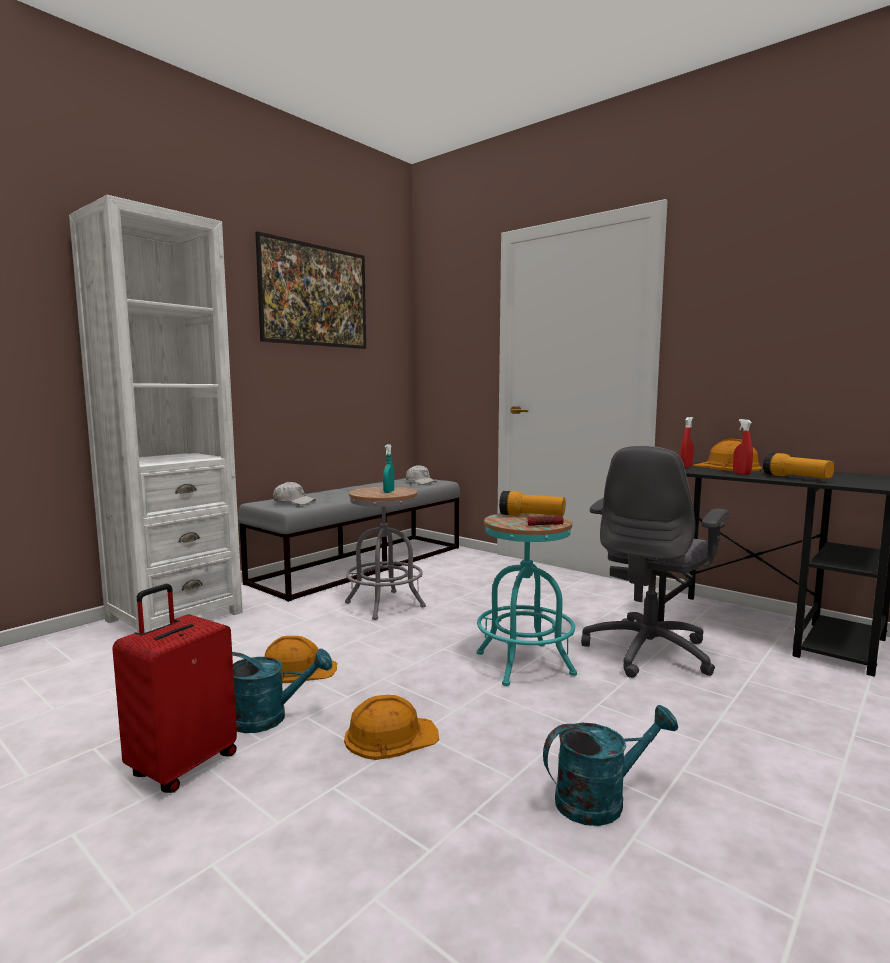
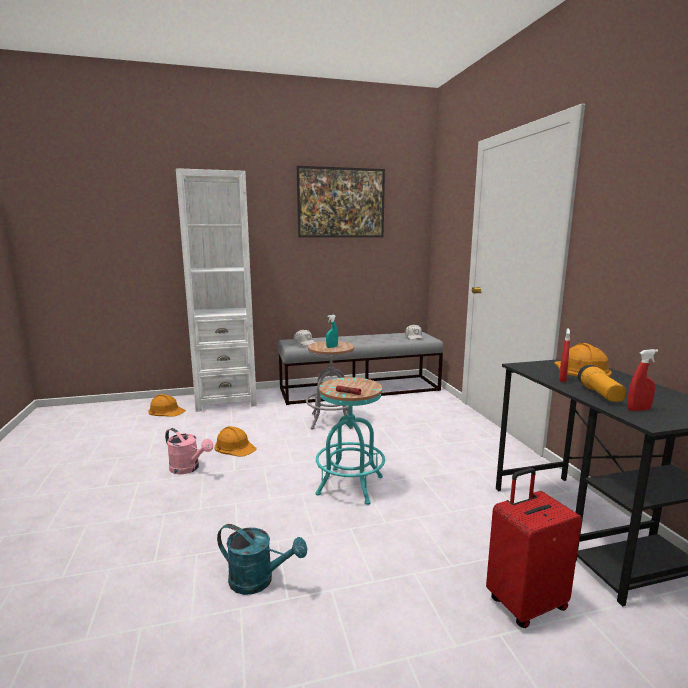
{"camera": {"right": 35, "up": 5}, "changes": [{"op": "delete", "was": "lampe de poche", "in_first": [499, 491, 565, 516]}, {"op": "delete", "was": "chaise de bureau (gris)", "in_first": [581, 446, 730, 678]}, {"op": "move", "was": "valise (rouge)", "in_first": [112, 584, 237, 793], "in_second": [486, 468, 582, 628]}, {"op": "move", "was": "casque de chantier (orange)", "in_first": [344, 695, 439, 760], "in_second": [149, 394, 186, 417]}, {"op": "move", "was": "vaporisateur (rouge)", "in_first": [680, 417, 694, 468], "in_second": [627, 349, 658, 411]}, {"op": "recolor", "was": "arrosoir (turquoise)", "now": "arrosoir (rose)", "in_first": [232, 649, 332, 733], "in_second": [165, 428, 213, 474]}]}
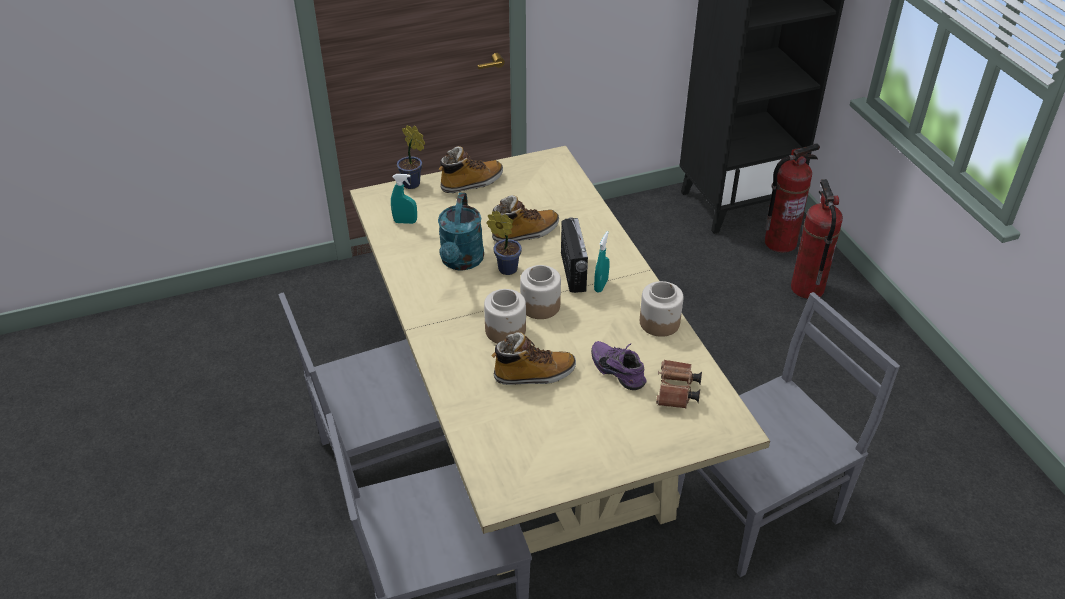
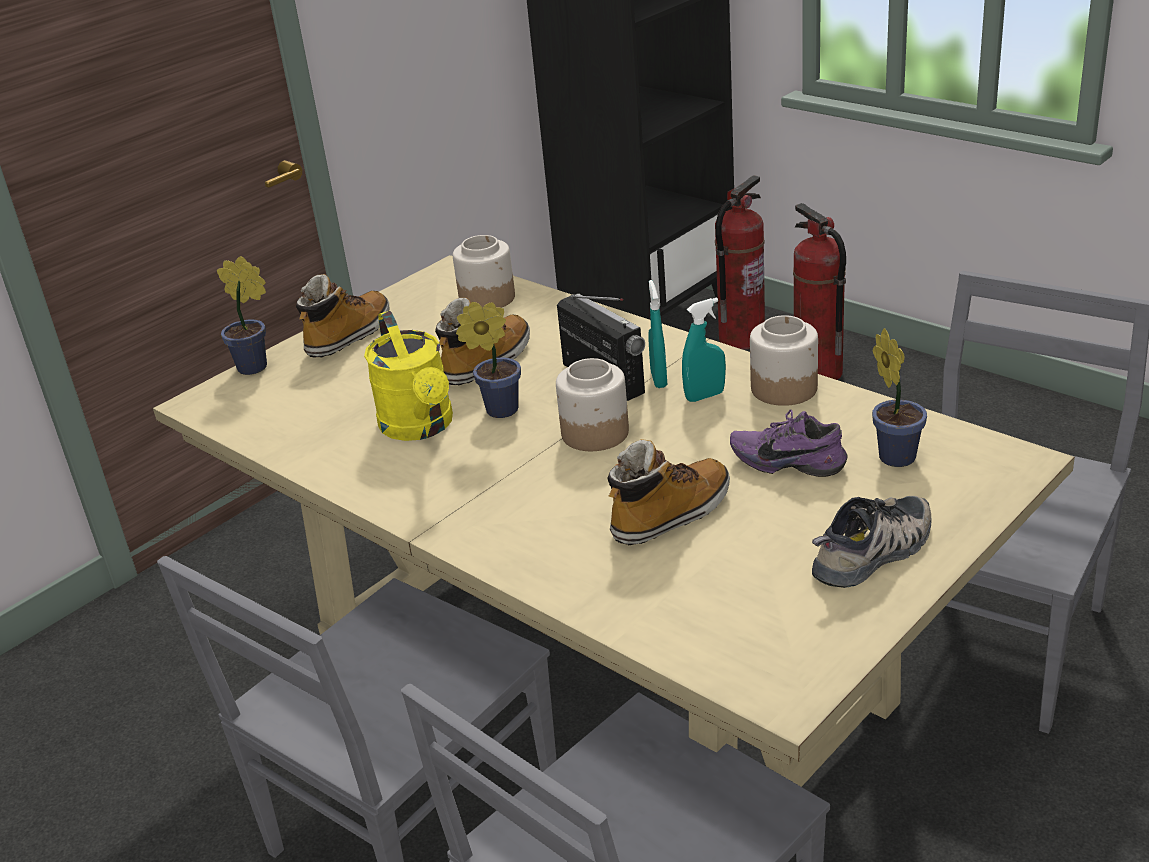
{"camera": {"right": -25, "up": -10}, "changes": [{"op": "insert", "now": "chaussure", "in_second": [812, 496, 932, 588]}, {"op": "move", "was": "vaporisateur (turquoise)", "in_first": [391, 174, 417, 224], "in_second": [682, 298, 726, 402]}, {"op": "move", "was": "bocal", "in_first": [484, 289, 526, 344], "in_second": [453, 235, 515, 308]}, {"op": "replace", "was": "jumelles (marron)", "now": "plante en pot", "in_first": [656, 360, 702, 408], "in_second": [872, 328, 927, 467]}, {"op": "recolor", "was": "arrosoir (turquoise)", "now": "arrosoir (jaune)", "in_first": [438, 193, 484, 270], "in_second": [364, 311, 453, 441]}]}
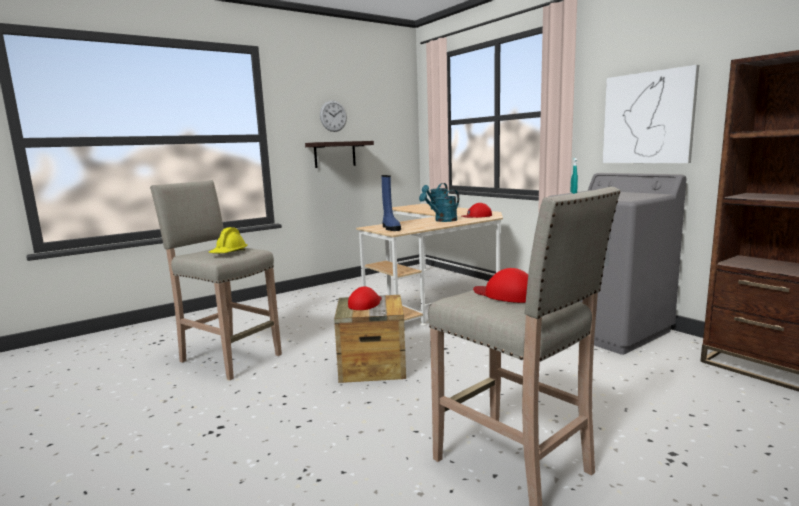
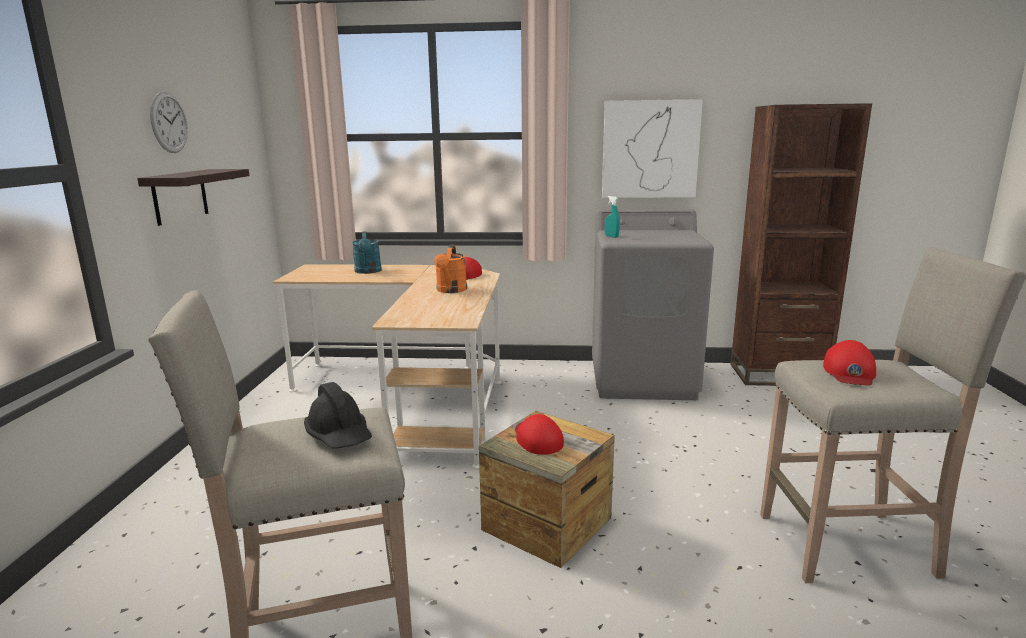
{"camera": {"right": -50, "up": 5}, "changes": [{"op": "delete", "was": "botte (bleu)", "in_first": [381, 175, 401, 231]}, {"op": "recolor", "was": "casque de chantier (jaune)", "now": "casque de chantier (noir)", "in_first": [209, 227, 248, 253], "in_second": [304, 382, 372, 449]}, {"op": "recolor", "was": "arrosoir (turquoise)", "now": "arrosoir (orange)", "in_first": [419, 190, 459, 222], "in_second": [434, 244, 467, 293]}, {"op": "rotate", "was": "casquette (rouge)", "in_first": [473, 268, 528, 303], "in_second": [823, 340, 876, 385], "clockwise": -60}]}
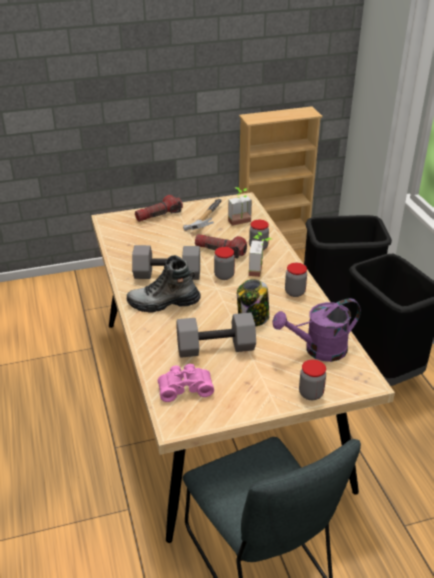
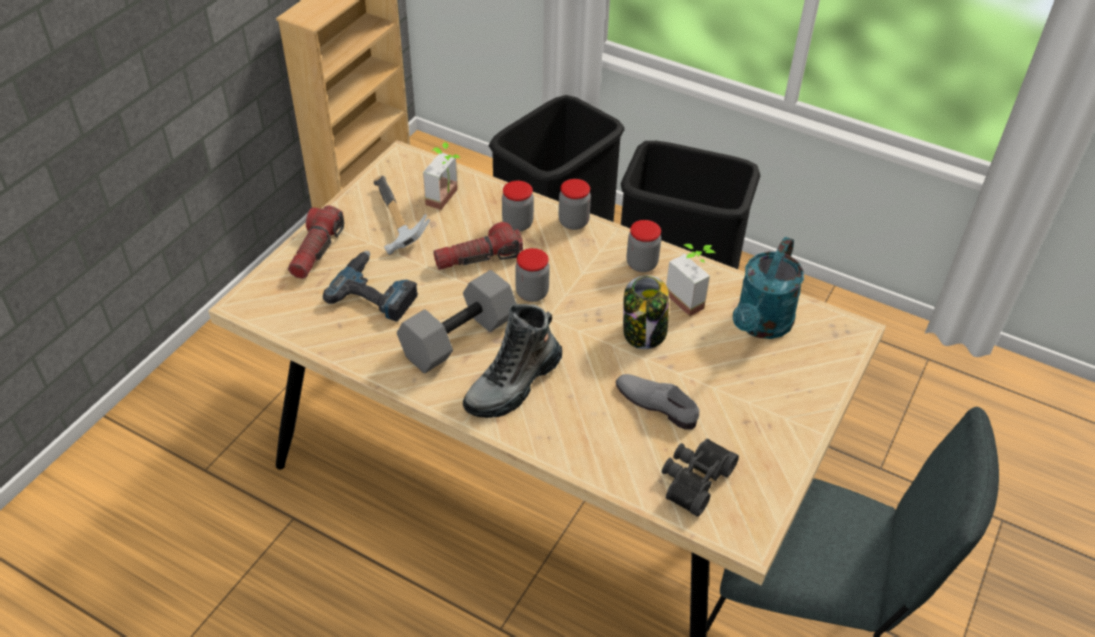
{"camera": {"right": -45, "up": 10}, "changes": [{"op": "insert", "now": "perceuse", "in_second": [323, 251, 418, 322]}, {"op": "move", "was": "plante en pot", "in_first": [249, 232, 272, 277], "in_second": [666, 244, 715, 316]}, {"op": "move", "was": "bocal", "in_first": [299, 359, 326, 400], "in_second": [558, 179, 591, 230]}, {"op": "replace", "was": "haltère (gris)", "now": "chaussure (gris)", "in_first": [176, 312, 256, 358], "in_second": [616, 374, 699, 429]}, {"op": "recolor", "was": "jumelles (rose)", "now": "jumelles (noir)", "in_first": [158, 364, 214, 402], "in_second": [662, 438, 739, 517]}, {"op": "recolor", "was": "arrosoir (violet)", "now": "arrosoir (turquoise)", "in_first": [272, 298, 361, 362], "in_second": [733, 237, 804, 339]}]}
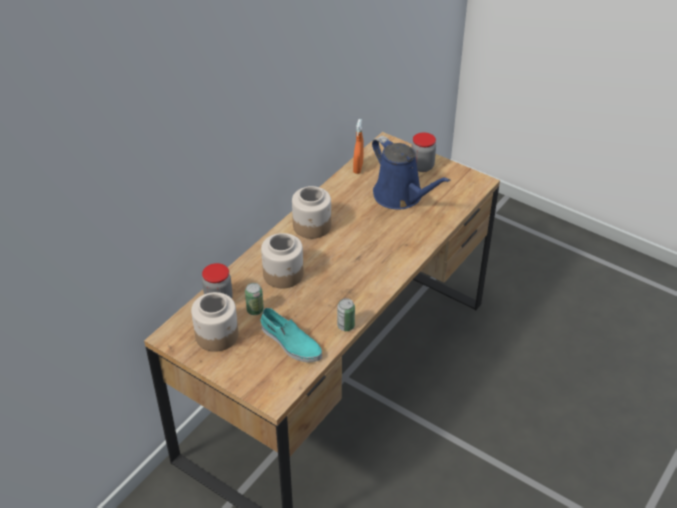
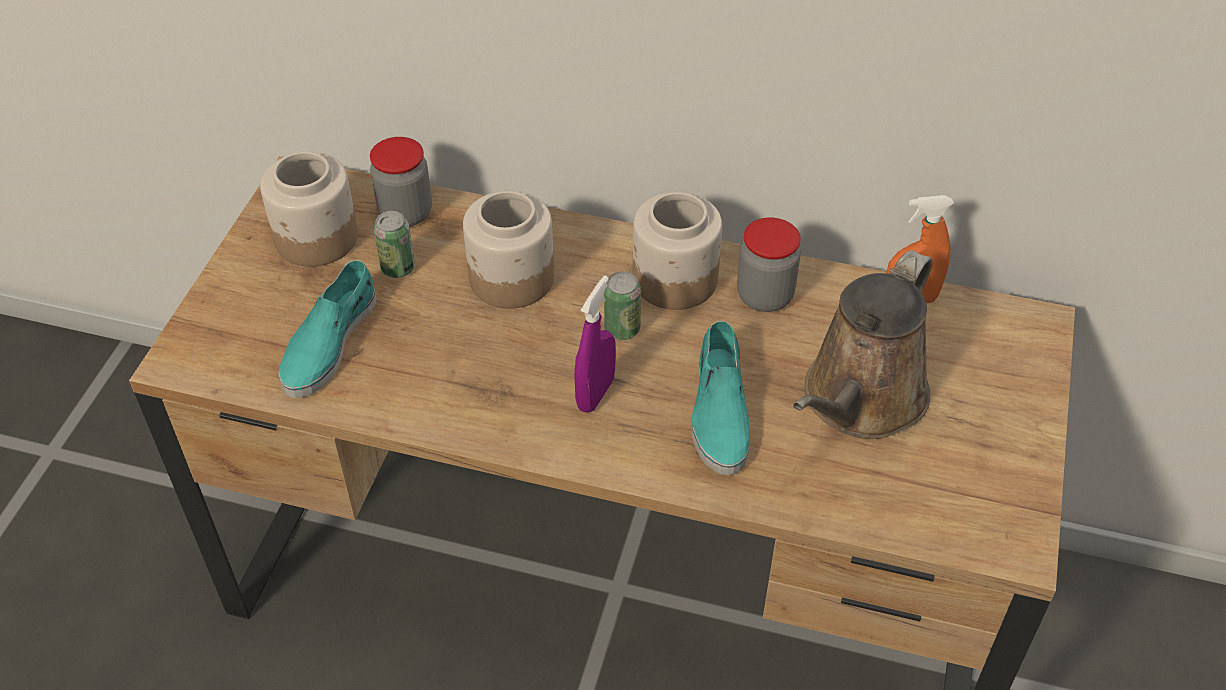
{"camera": {"right": 70, "up": 5}, "changes": [{"op": "insert", "now": "vaporisateur (violet)", "in_second": [574, 276, 616, 413]}, {"op": "insert", "now": "chaussure (turquoise)", "in_second": [691, 321, 750, 475]}, {"op": "move", "was": "boîte métallique", "in_first": [337, 298, 355, 331], "in_second": [604, 271, 641, 340]}, {"op": "move", "was": "bocal", "in_first": [411, 132, 436, 172], "in_second": [737, 218, 801, 312]}, {"op": "recolor", "was": "arrosoir (bleu)", "now": "arrosoir (marron)", "in_first": [372, 136, 450, 210], "in_second": [793, 250, 933, 439]}]}
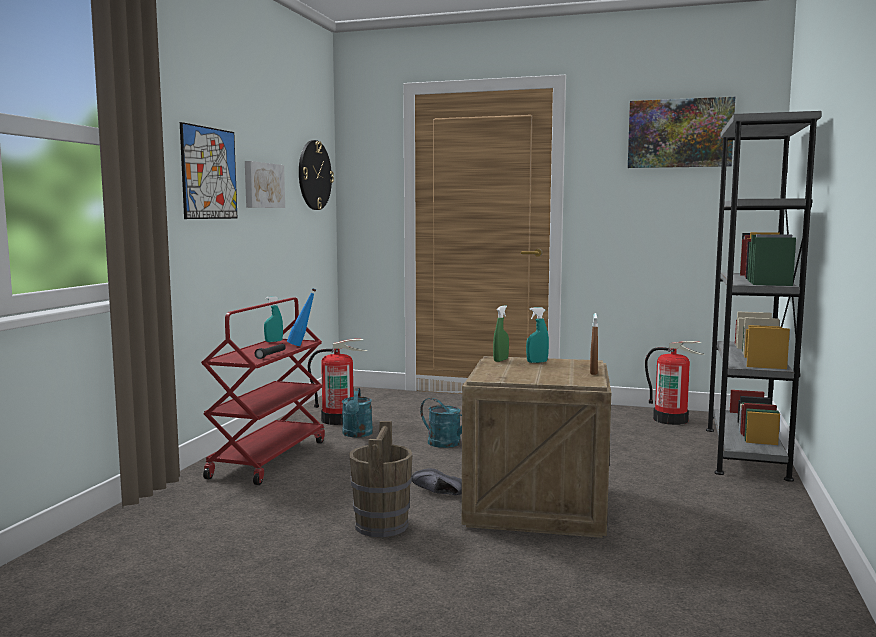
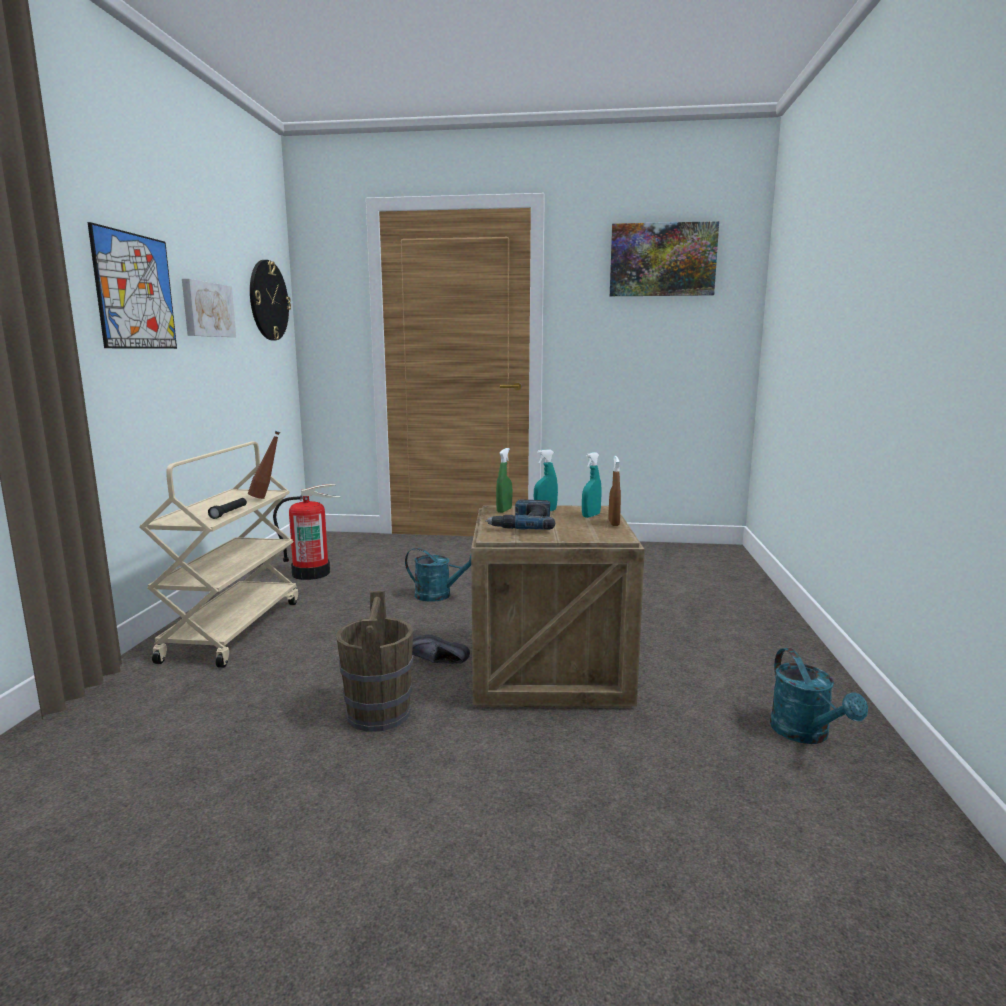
{"camera": {"right": -10, "up": 5}, "changes": [{"op": "delete", "was": "extincteur", "in_first": [645, 341, 704, 425]}, {"op": "delete", "was": "bibliothèque (gris)", "in_first": [706, 111, 821, 482]}, {"op": "insert", "now": "perceuse", "in_second": [485, 499, 555, 530]}, {"op": "move", "was": "vaporisateur (turquoise)", "in_first": [264, 296, 283, 342], "in_second": [582, 452, 602, 518]}, {"op": "move", "was": "arrosoir (turquoise)", "in_first": [342, 388, 373, 437], "in_second": [770, 648, 868, 744]}, {"op": "recolor", "was": "chariot (rouge)", "now": "chariot (beige)", "in_first": [201, 297, 325, 485], "in_second": [139, 442, 298, 668]}, {"op": "recolor", "was": "bouteille (bleu)", "now": "bouteille (marron)", "in_first": [287, 288, 316, 346], "in_second": [248, 431, 280, 499]}]}
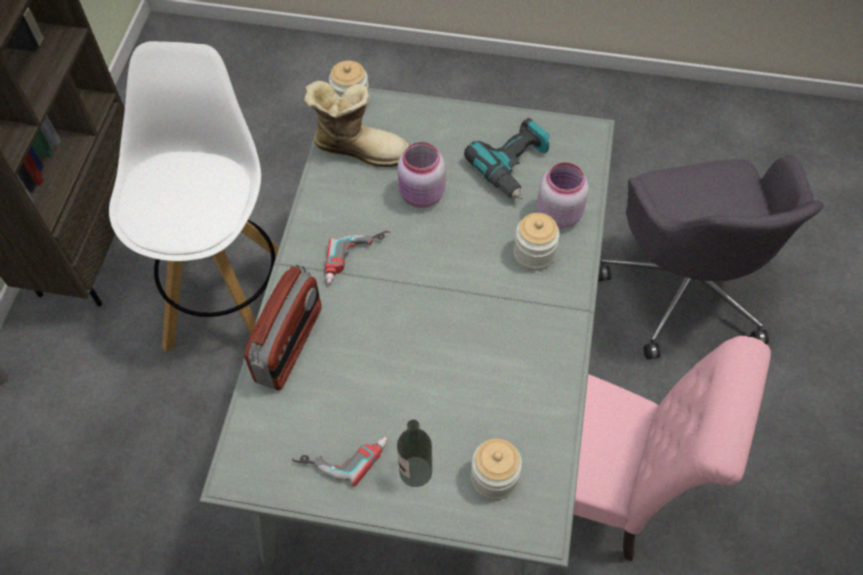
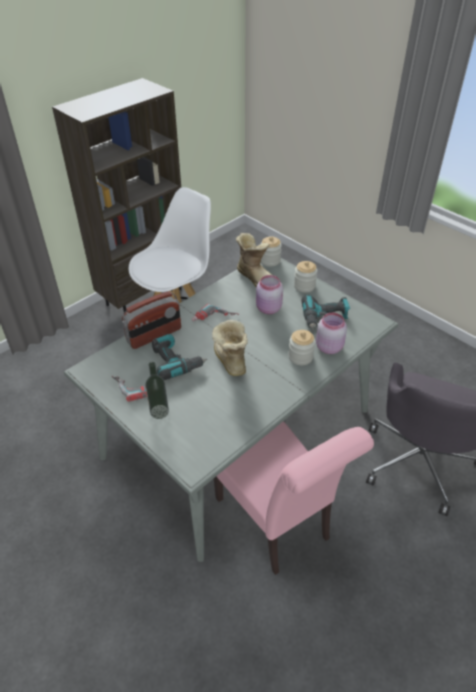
{"camera": {"right": 35, "up": -15}, "changes": [{"op": "insert", "now": "perceuse", "in_second": [152, 334, 207, 380]}, {"op": "insert", "now": "botte", "in_second": [212, 320, 248, 376]}, {"op": "move", "was": "bocal", "in_first": [471, 439, 522, 500], "in_second": [294, 261, 317, 292]}]}
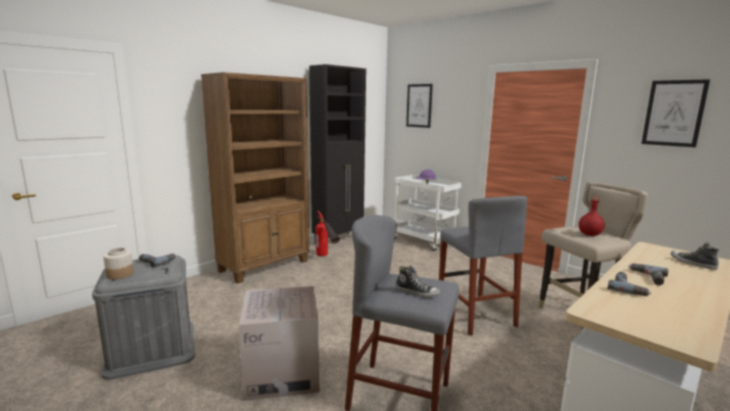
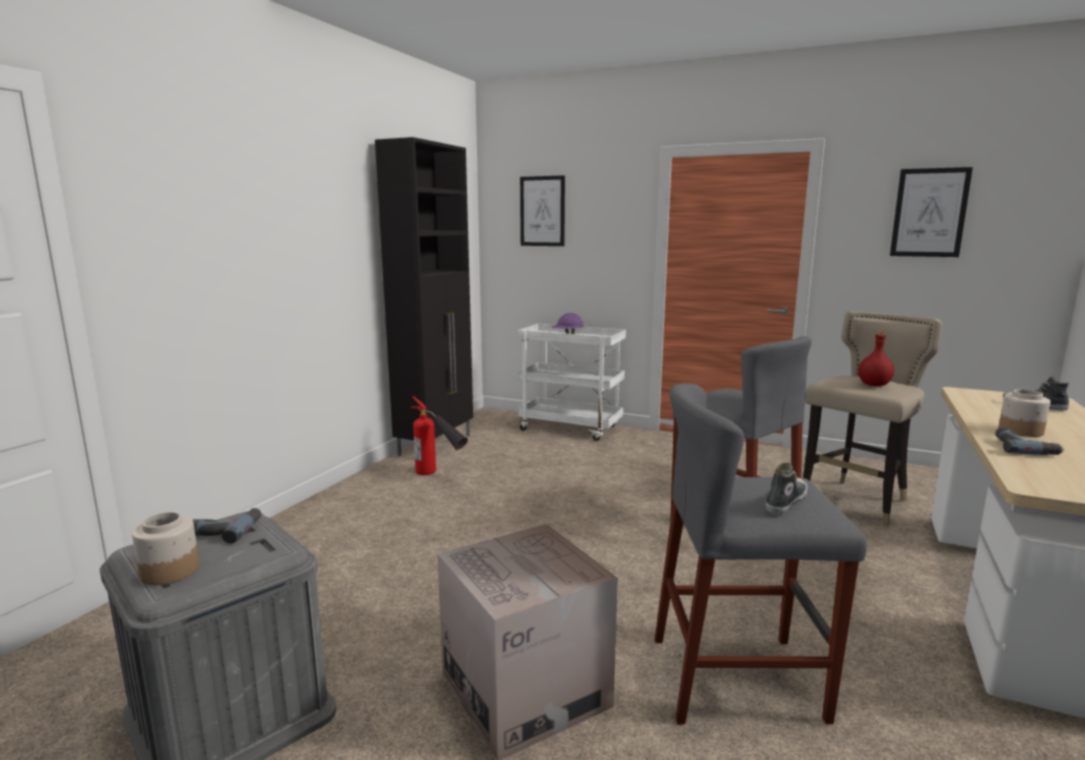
{"camera": {"right": -20, "up": 0}, "changes": [{"op": "delete", "was": "bibliothèque (marron)", "in_first": [201, 72, 309, 284]}, {"op": "replace", "was": "perceuse", "now": "bocal", "in_first": [629, 263, 668, 285], "in_second": [999, 389, 1050, 437]}, {"op": "rotate", "was": "chaussure", "in_first": [396, 265, 440, 298], "in_second": [766, 463, 807, 514], "clockwise": -60}]}
